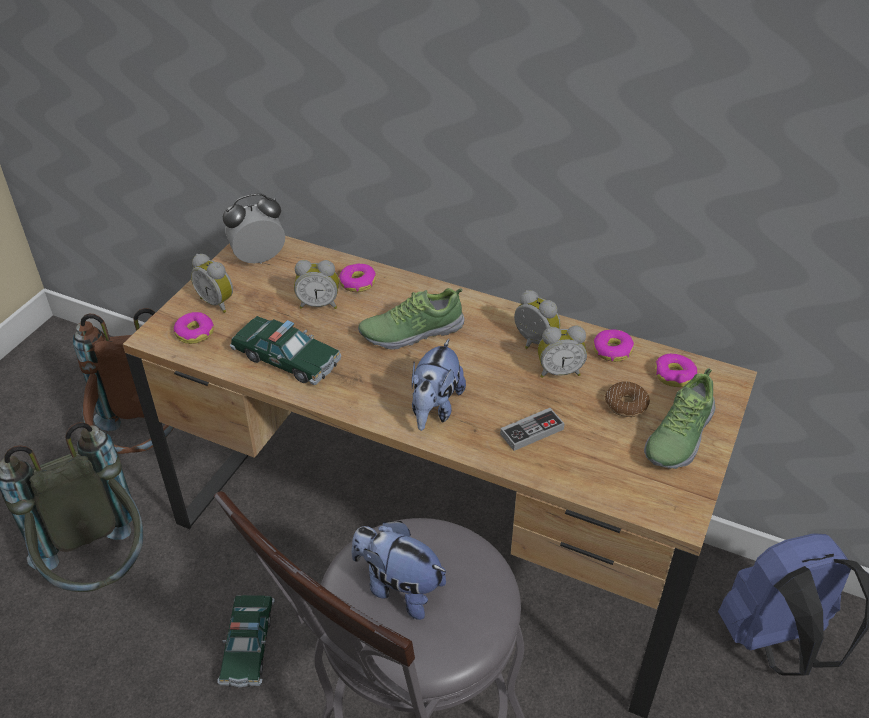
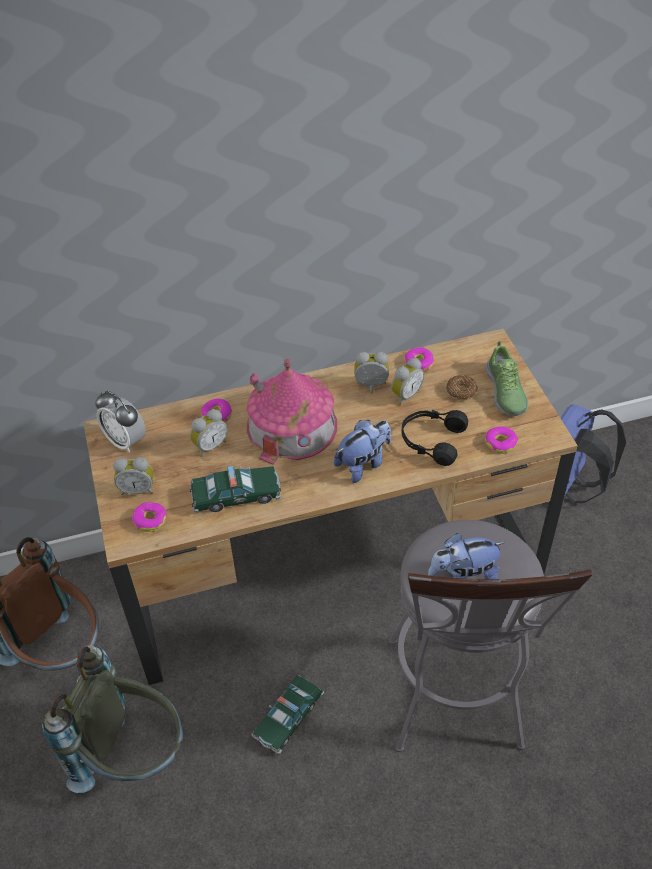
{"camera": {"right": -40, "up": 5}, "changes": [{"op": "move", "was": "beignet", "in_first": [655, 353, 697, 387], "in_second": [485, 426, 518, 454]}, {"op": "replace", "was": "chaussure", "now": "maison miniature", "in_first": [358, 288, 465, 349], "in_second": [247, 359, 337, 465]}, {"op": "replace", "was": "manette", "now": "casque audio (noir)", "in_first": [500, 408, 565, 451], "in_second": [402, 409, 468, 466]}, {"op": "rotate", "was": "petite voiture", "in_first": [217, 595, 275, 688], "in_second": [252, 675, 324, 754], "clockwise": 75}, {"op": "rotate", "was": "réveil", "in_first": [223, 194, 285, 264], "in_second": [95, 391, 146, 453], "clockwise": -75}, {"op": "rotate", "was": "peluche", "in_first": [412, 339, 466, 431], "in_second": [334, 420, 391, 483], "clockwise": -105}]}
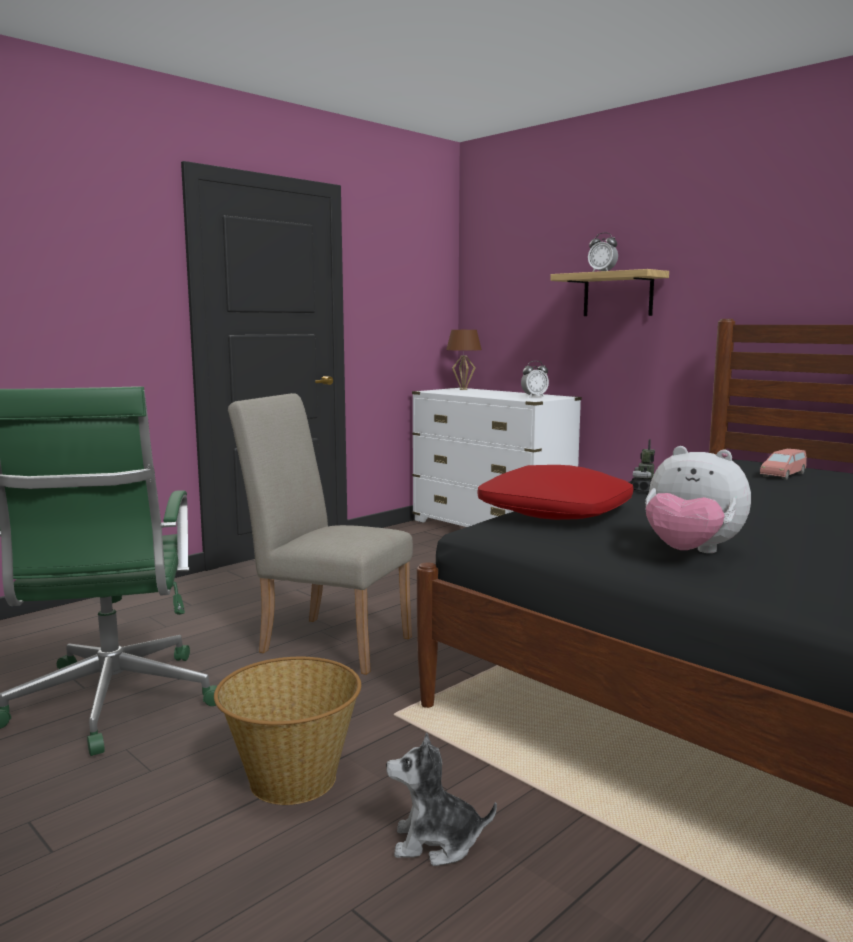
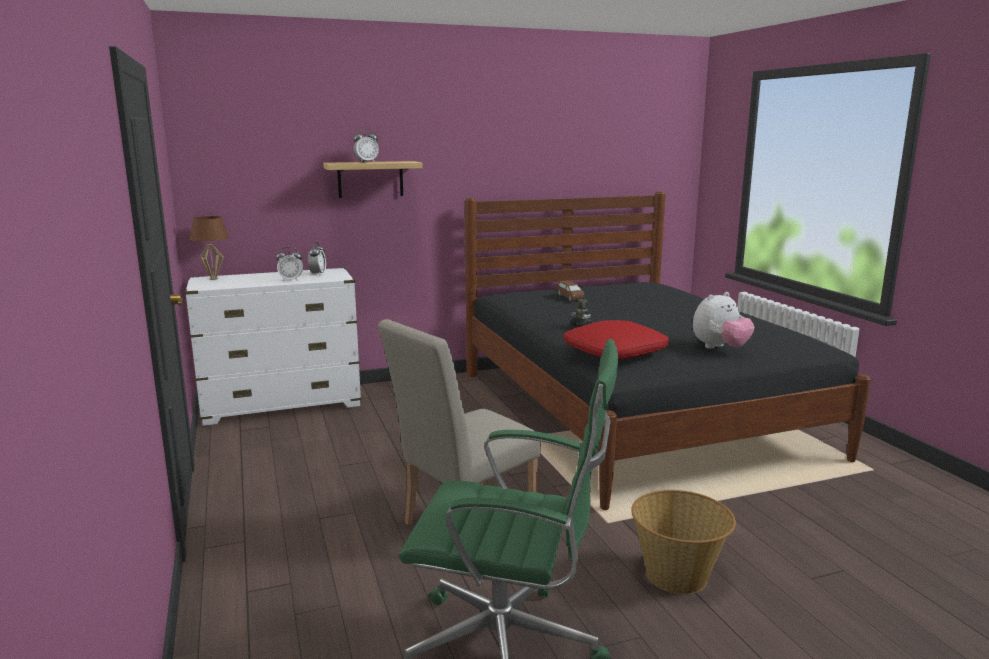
{"camera": {"right": -65, "up": 5}, "changes": [{"op": "delete", "was": "peluche", "in_first": [386, 733, 497, 866]}, {"op": "insert", "now": "réveil", "in_second": [276, 247, 303, 281]}, {"op": "recolor", "was": "petite voiture (rose)", "now": "petite voiture (marron)", "in_first": [760, 449, 807, 480], "in_second": [557, 281, 586, 301]}]}
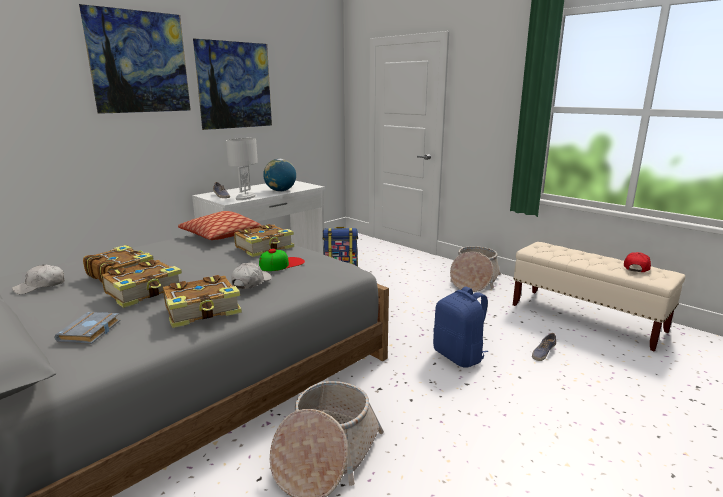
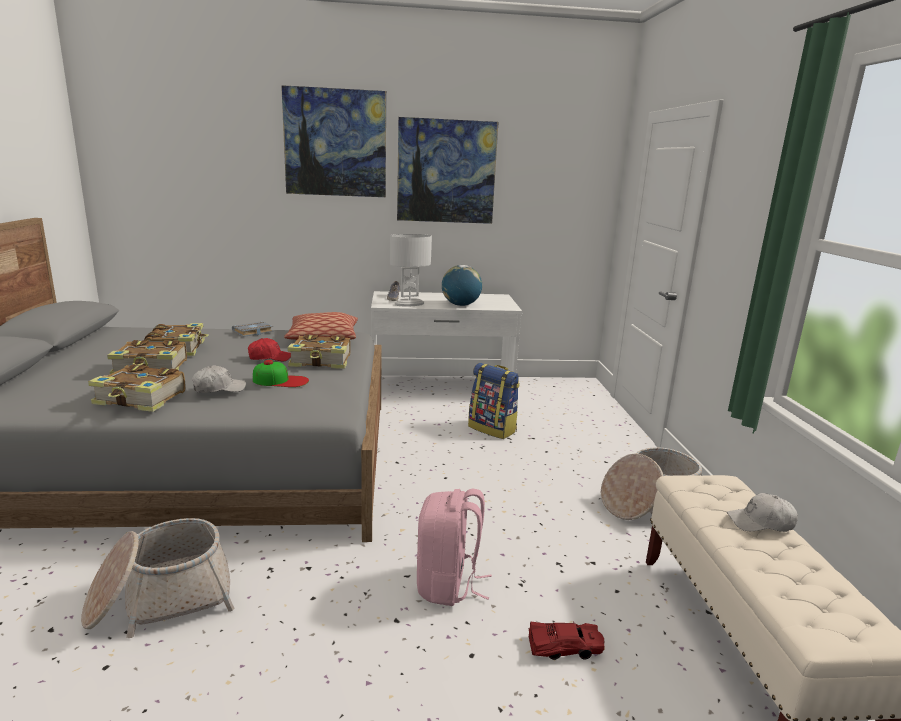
{"camera": {"right": 40, "up": 0}, "changes": [{"op": "move", "was": "casquette (blanc)", "in_first": [12, 265, 64, 294], "in_second": [727, 493, 798, 532]}, {"op": "move", "was": "livre (gris)", "in_first": [54, 312, 121, 344], "in_second": [232, 321, 274, 337]}, {"op": "move", "was": "casquette (rouge)", "in_first": [624, 252, 651, 272], "in_second": [248, 338, 291, 361]}, {"op": "replace", "was": "chaussure", "now": "petite voiture (rouge)", "in_first": [532, 333, 556, 361], "in_second": [529, 621, 605, 660]}, {"op": "recolor", "was": "sac à dos (bleu)", "now": "sac à dos (rose)", "in_first": [433, 287, 488, 368], "in_second": [417, 489, 492, 606]}]}
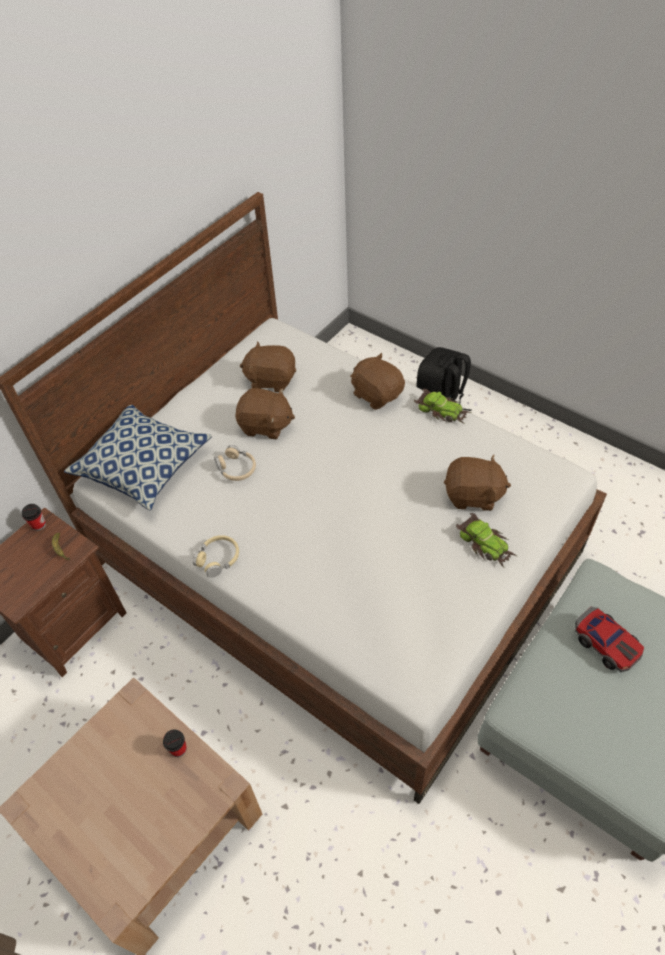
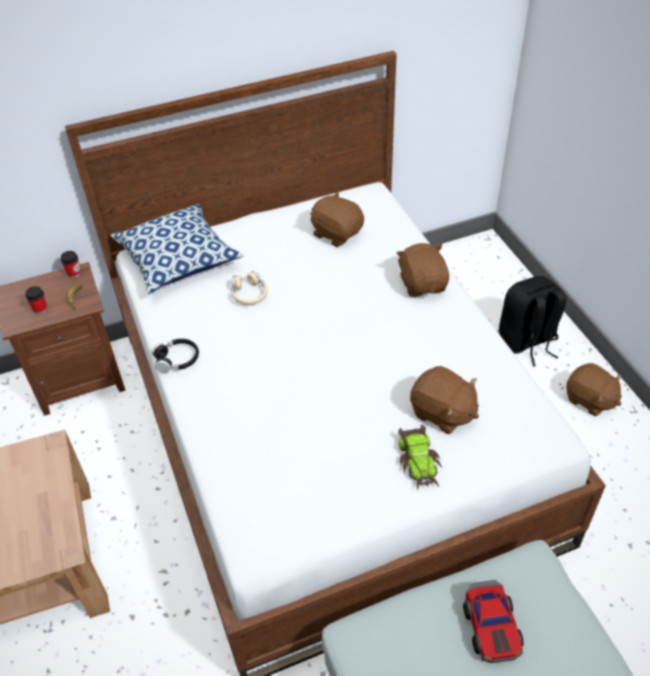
{"camera": {"right": 30, "up": -5}, "changes": [{"op": "delete", "was": "petite voiture", "in_first": [414, 389, 471, 424]}, {"op": "move", "was": "tasse", "in_first": [163, 729, 187, 757], "in_second": [25, 286, 47, 314]}, {"op": "move", "was": "peluche (marron)", "in_first": [235, 388, 295, 439], "in_second": [566, 363, 622, 416]}, {"op": "recolor", "was": "casque audio (beige)", "now": "casque audio (noir)", "in_first": [193, 535, 239, 578], "in_second": [152, 339, 199, 373]}]}
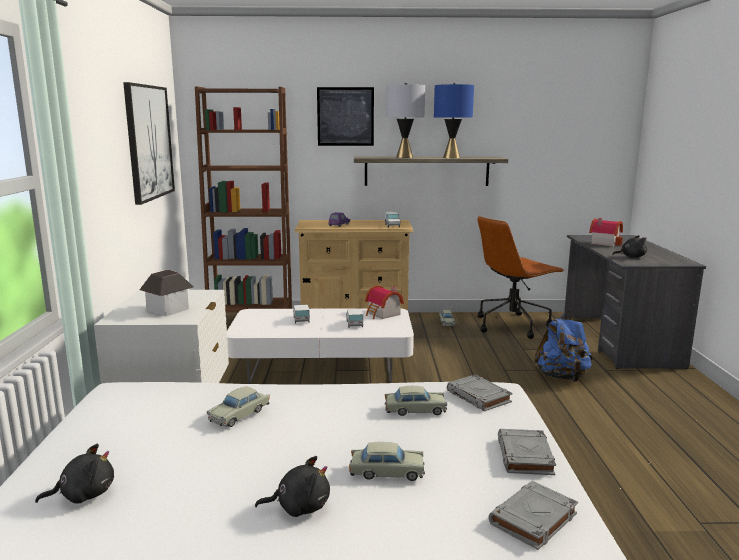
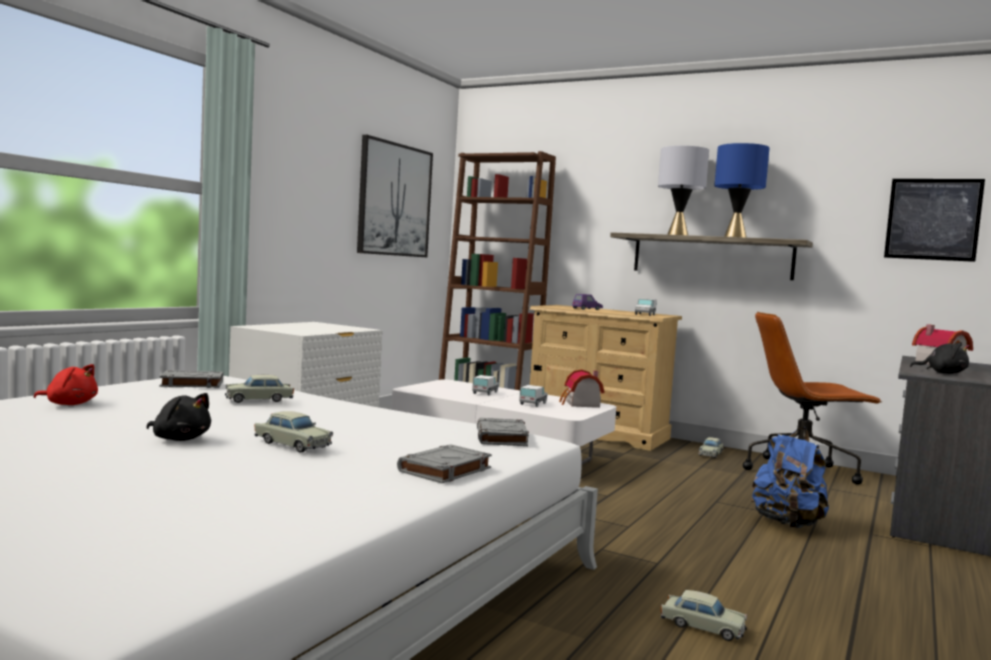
{"camera": {"right": 30, "up": -10}, "changes": [{"op": "delete", "was": "maison miniature", "in_first": [140, 269, 193, 316]}, {"op": "move", "was": "tableau", "in_first": [317, 87, 374, 146], "in_second": [884, 179, 985, 262]}, {"op": "move", "was": "petite voiture (beige)", "in_first": [385, 386, 447, 416], "in_second": [661, 590, 747, 641]}, {"op": "move", "was": "livre (gris)", "in_first": [488, 481, 578, 550], "in_second": [159, 370, 223, 388]}, {"op": "recolor", "was": "peluche (noir)", "now": "peluche (rouge)", "in_first": [35, 443, 114, 504], "in_second": [34, 364, 98, 405]}]}
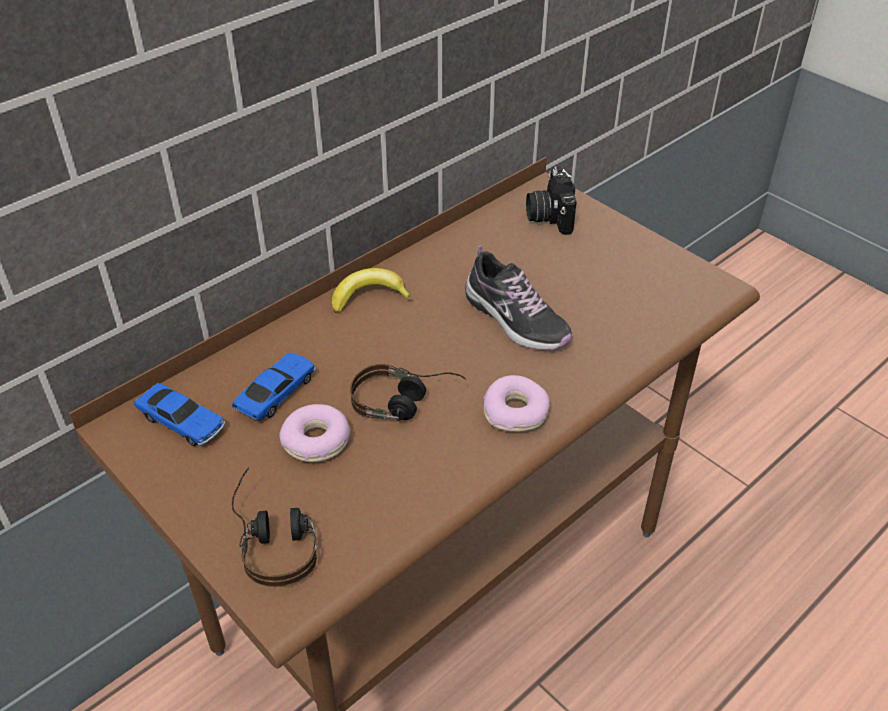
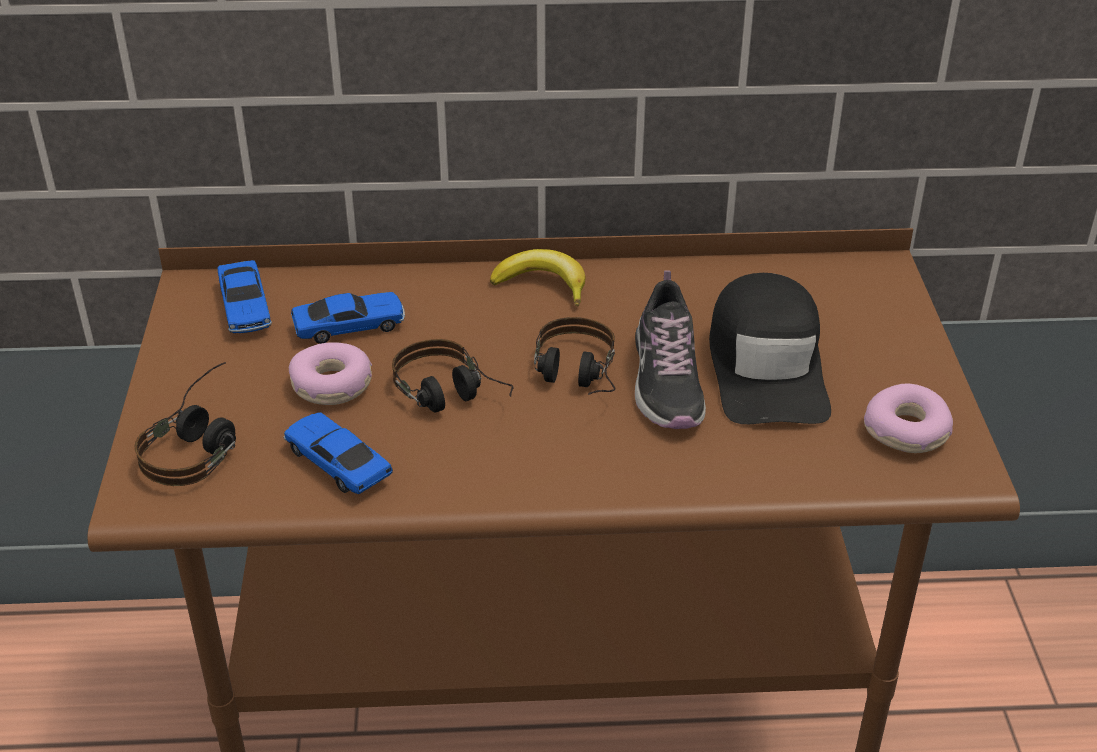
{"camera": {"right": 40, "up": -5}, "changes": [{"op": "delete", "was": "appareil photo", "in_first": [526, 166, 577, 235]}, {"op": "insert", "now": "petite voiture", "in_second": [284, 412, 393, 494]}, {"op": "insert", "now": "casque audio", "in_second": [534, 317, 615, 395]}, {"op": "insert", "now": "casquette (noir)", "in_second": [709, 273, 831, 424]}, {"op": "move", "was": "beignet", "in_first": [483, 375, 550, 432], "in_second": [864, 383, 953, 453]}]}
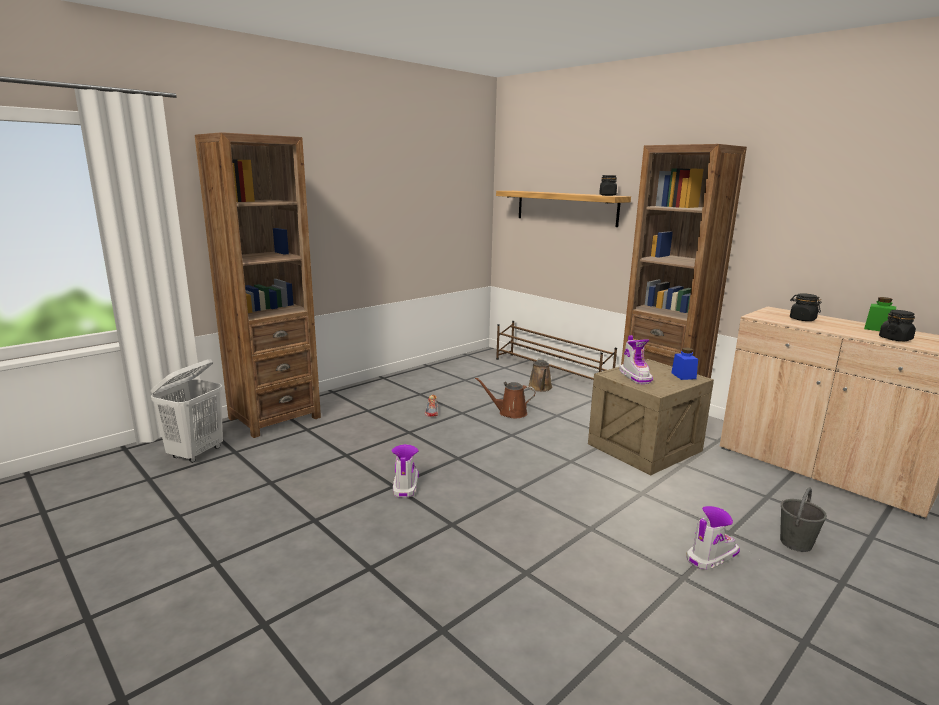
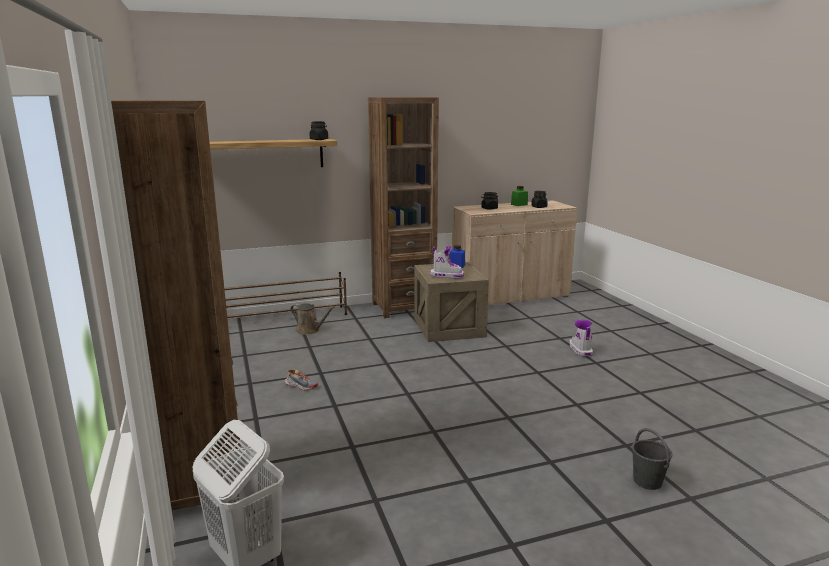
{"camera": {"right": -65, "up": 0}, "changes": [{"op": "delete", "was": "botte", "in_first": [391, 444, 419, 498]}, {"op": "delete", "was": "arrosoir (marron)", "in_first": [475, 377, 535, 418]}, {"op": "move", "was": "seau (gris)", "in_first": [780, 487, 827, 552], "in_second": [632, 428, 673, 490]}]}
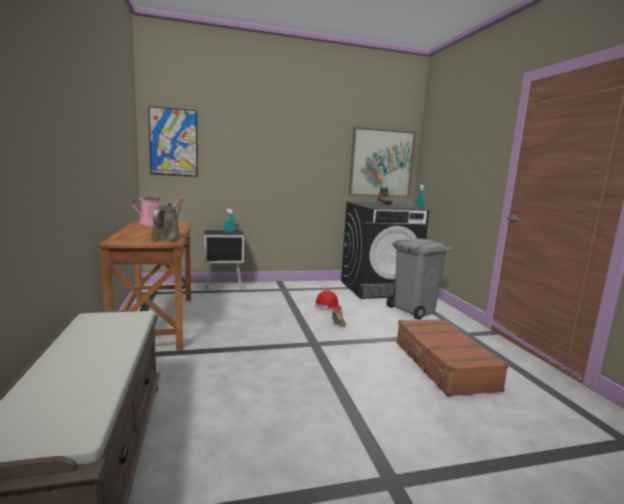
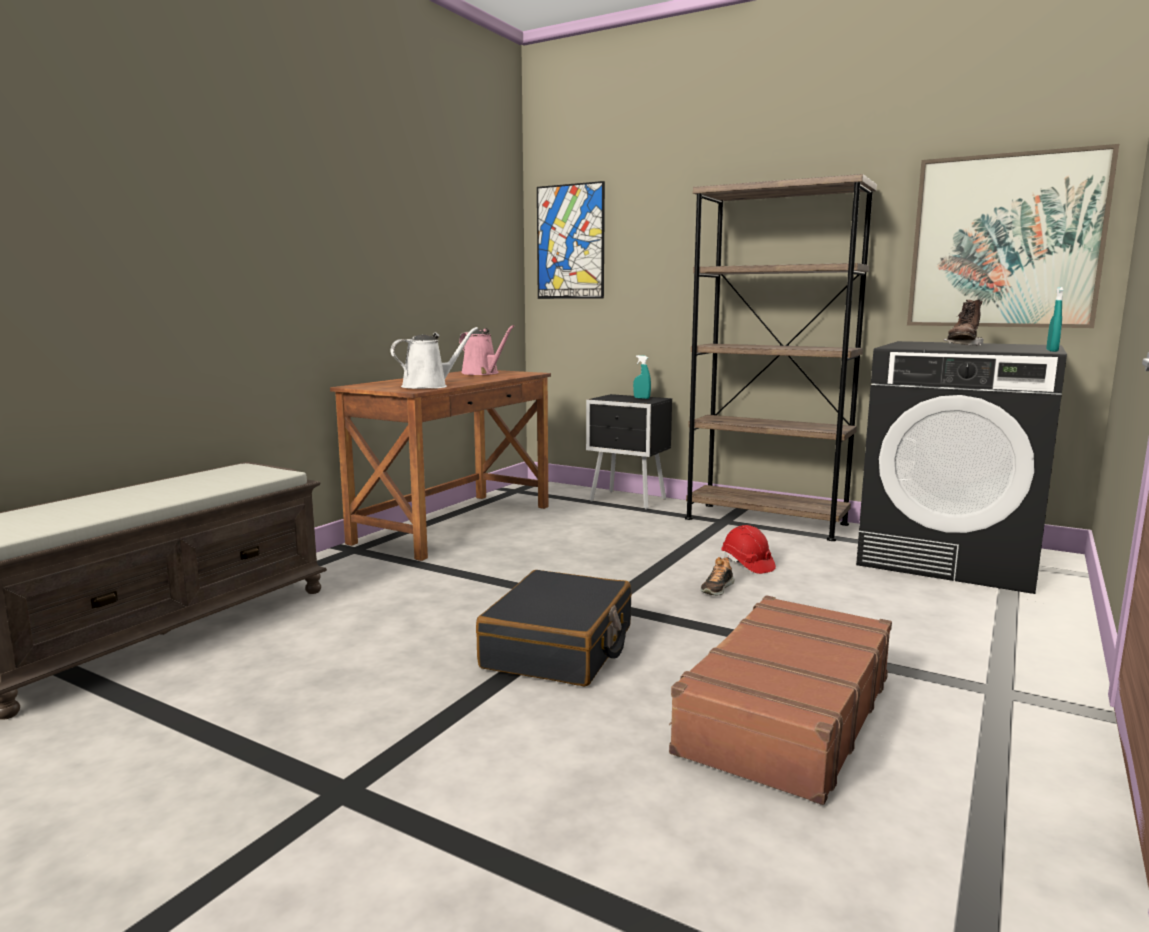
{"camera": {"right": 45, "up": 0}, "changes": [{"op": "delete", "was": "poubelle (gris)", "in_first": [387, 238, 453, 320]}, {"op": "insert", "now": "valise (noir)", "in_second": [476, 570, 631, 687]}, {"op": "insert", "now": "bibliothèque (marron)", "in_second": [685, 174, 877, 541]}, {"op": "recolor", "was": "arrosoir (marron)", "now": "arrosoir (blanc)", "in_first": [150, 199, 184, 241], "in_second": [390, 327, 478, 389]}]}
